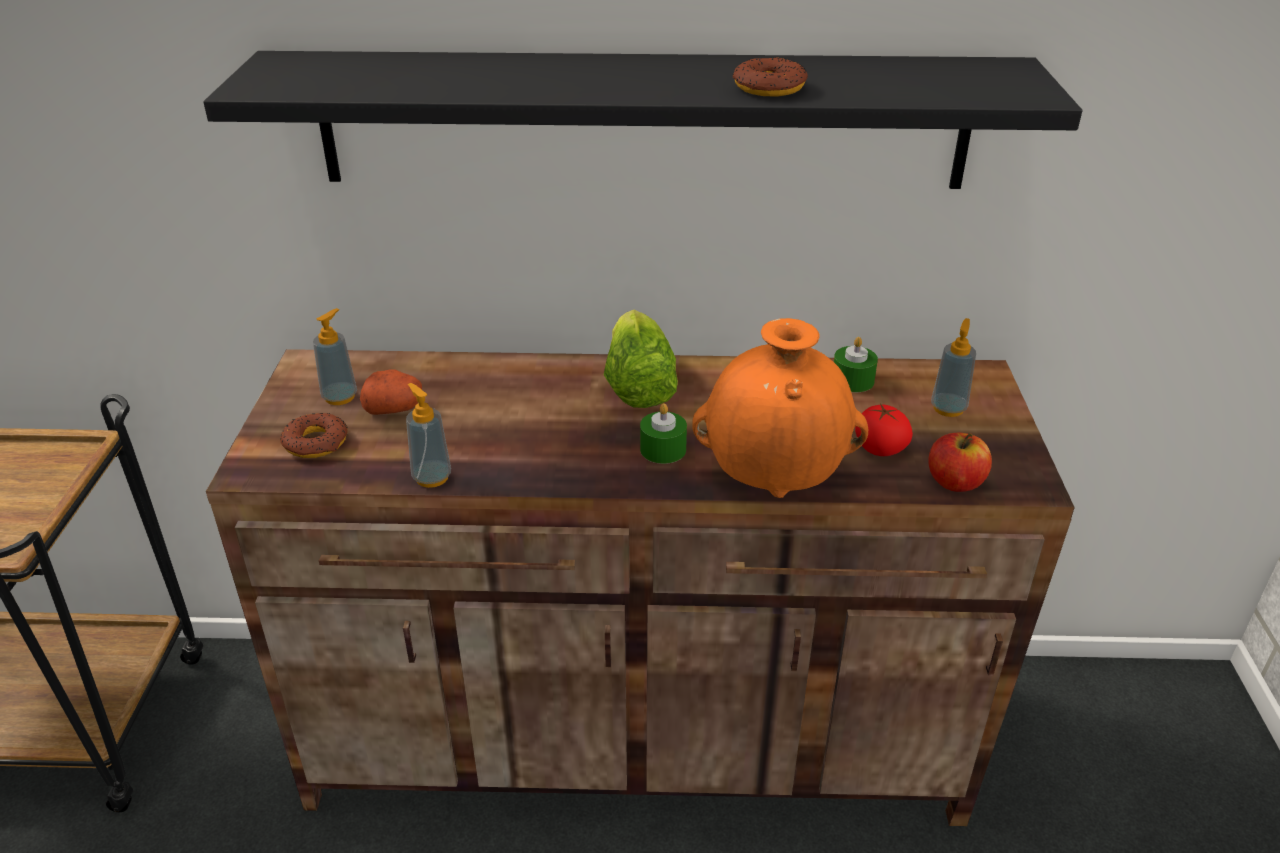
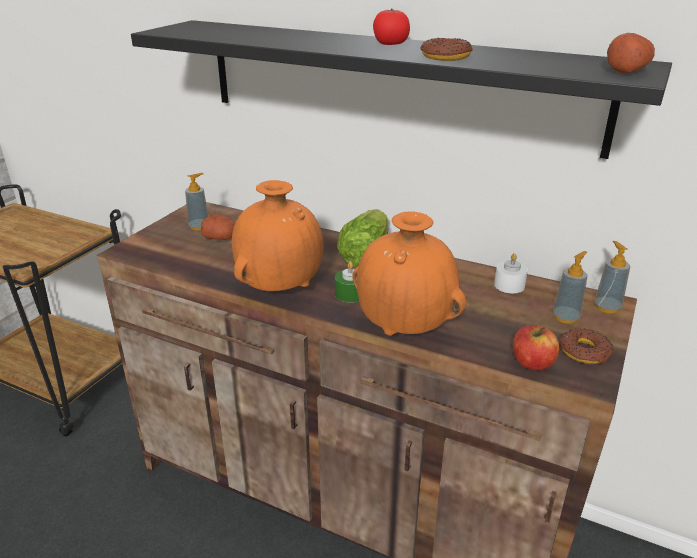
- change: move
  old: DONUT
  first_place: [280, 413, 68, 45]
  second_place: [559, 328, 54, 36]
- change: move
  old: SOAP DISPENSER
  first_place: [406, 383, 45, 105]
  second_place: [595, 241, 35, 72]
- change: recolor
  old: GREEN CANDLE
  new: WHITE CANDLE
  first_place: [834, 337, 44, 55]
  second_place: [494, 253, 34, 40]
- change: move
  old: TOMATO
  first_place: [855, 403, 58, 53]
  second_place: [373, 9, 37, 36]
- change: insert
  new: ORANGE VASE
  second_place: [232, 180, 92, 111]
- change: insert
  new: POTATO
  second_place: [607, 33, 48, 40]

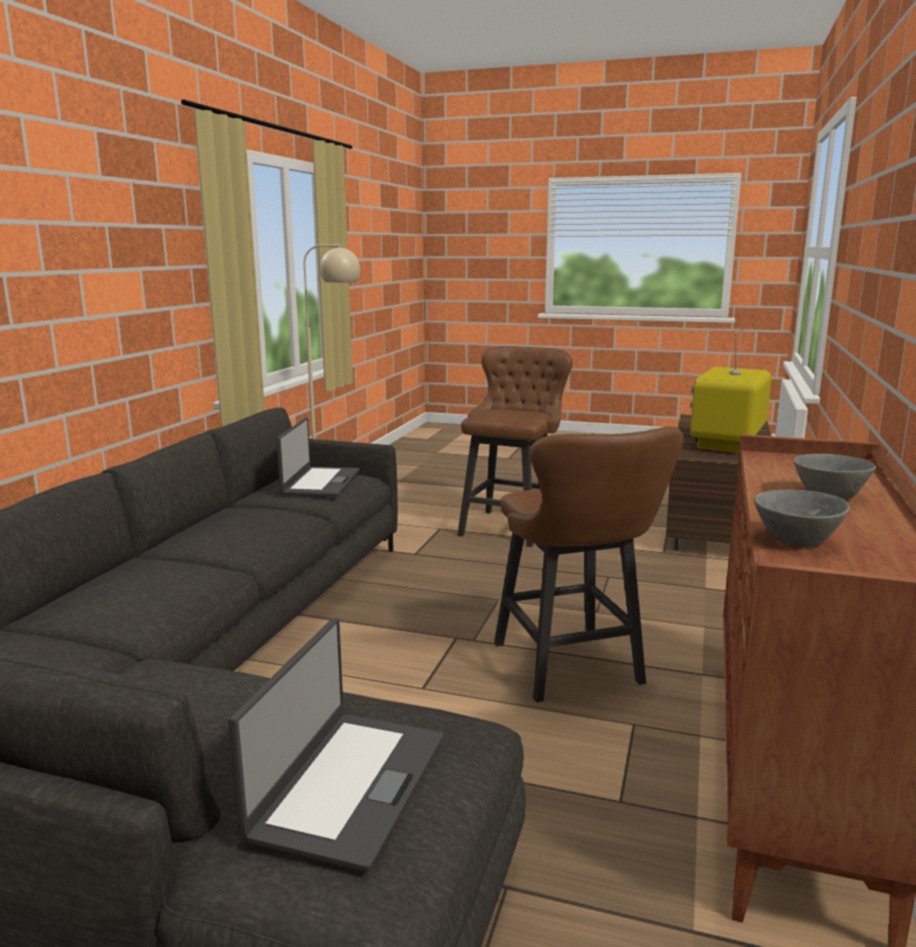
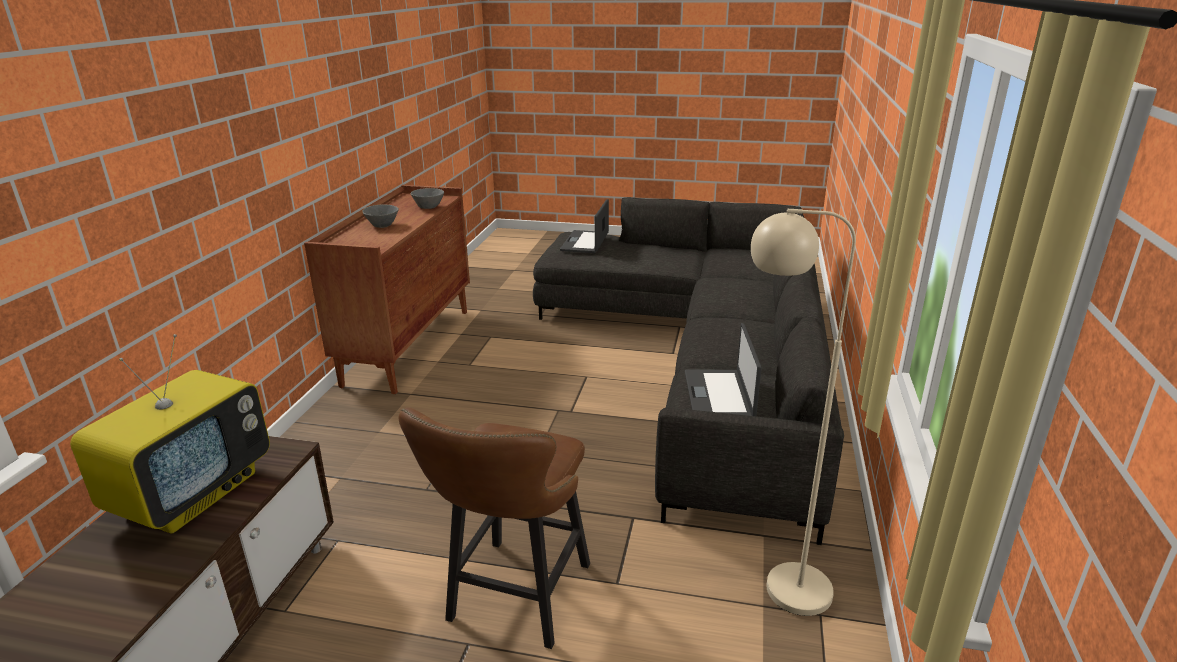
- change: delete
  old: BROWN STOOL
  first_place: [494, 426, 190, 277]

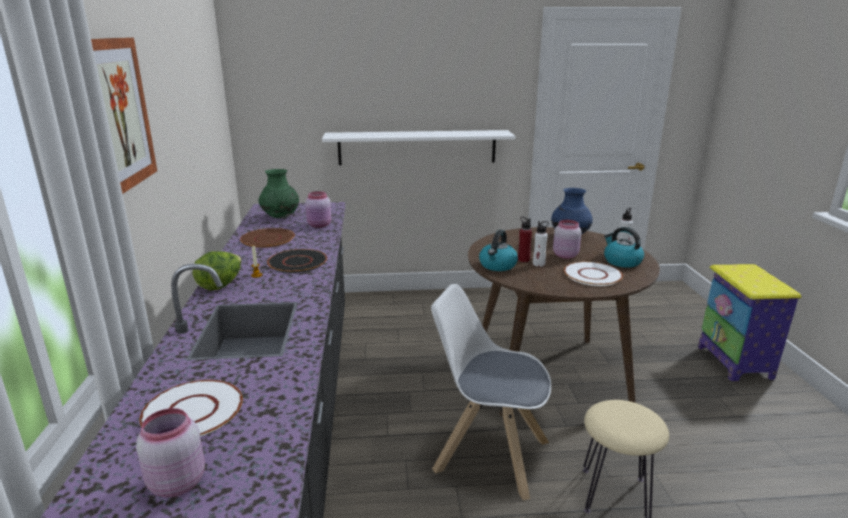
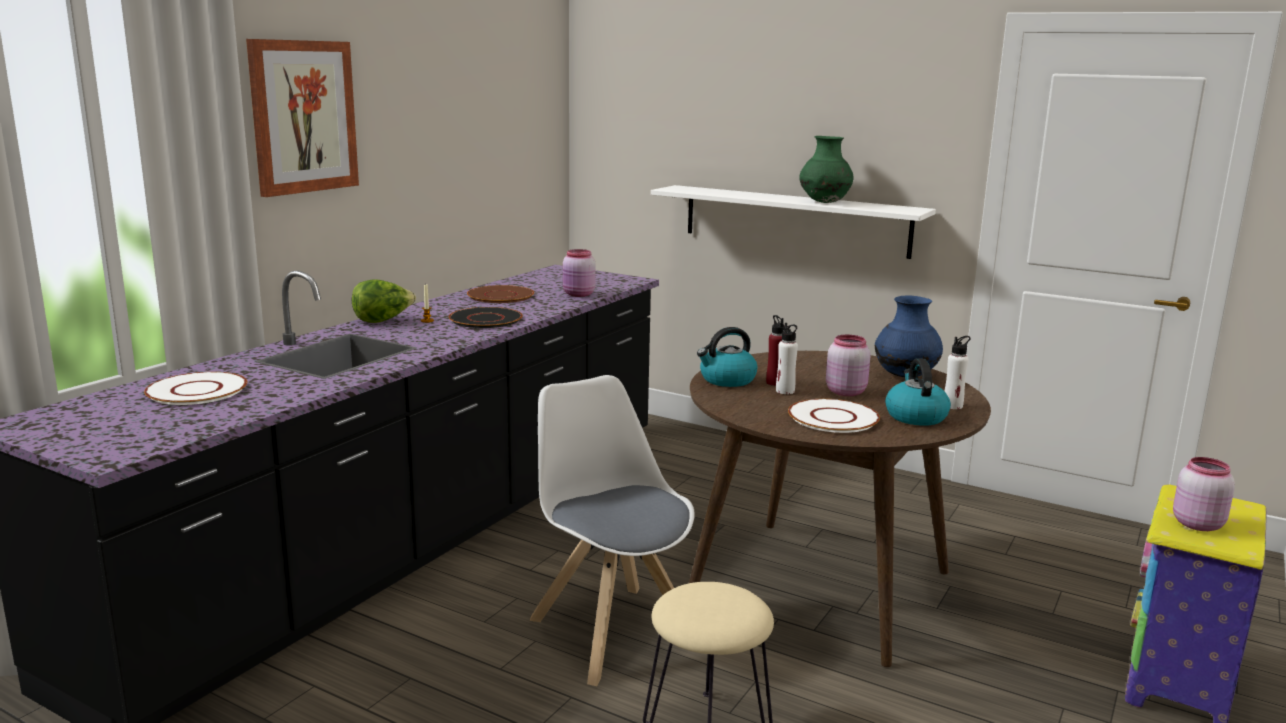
- change: move
  old: PINK JAR
  first_place: [136, 408, 69, 90]
  second_place: [1173, 457, 62, 74]
- change: move
  old: GREEN VASE
  first_place: [259, 169, 40, 49]
  second_place: [799, 136, 54, 67]

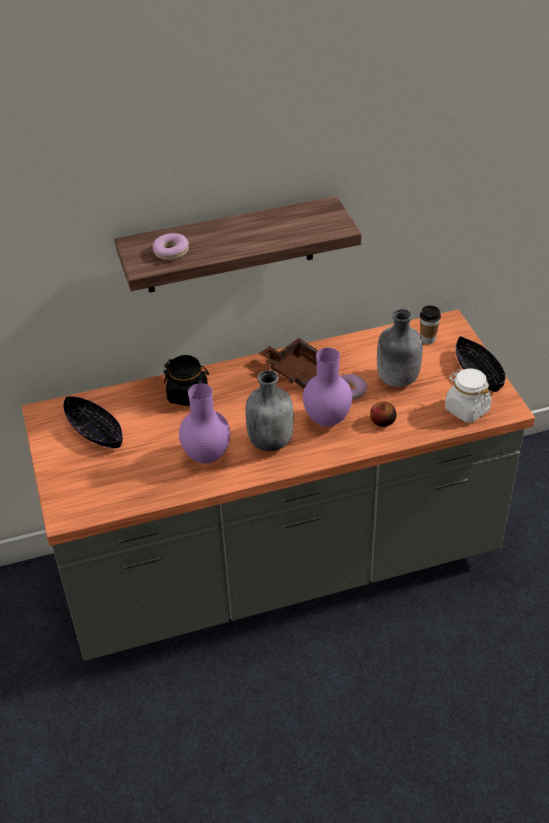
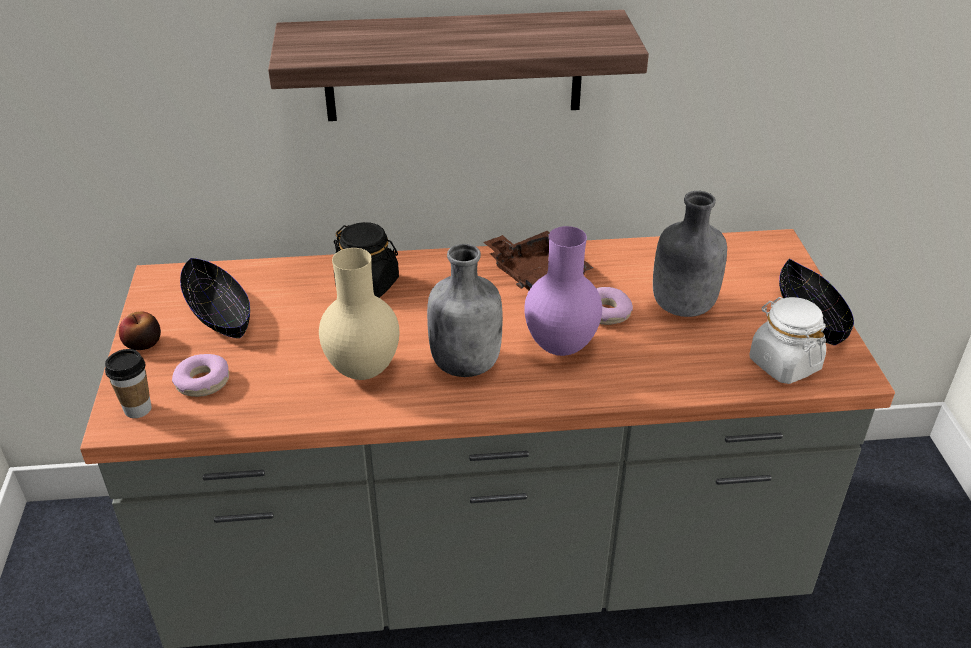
- change: move
  old: DONUT
  first_place: [153, 233, 36, 27]
  second_place: [172, 354, 57, 43]
- change: recolor
  old: PURPLE VASE
  new: BEIGE VASE
  first_place: [179, 384, 51, 80]
  second_place: [319, 248, 80, 132]
- change: move
  old: APPLE
  first_place: [370, 401, 26, 26]
  second_place: [119, 312, 42, 38]
- change: move
  old: CUP
  first_place: [420, 305, 21, 39]
  second_place: [105, 349, 47, 69]

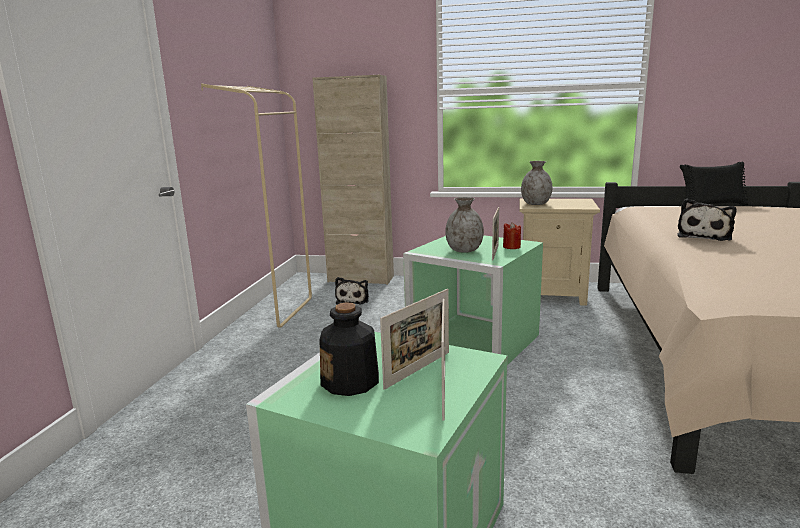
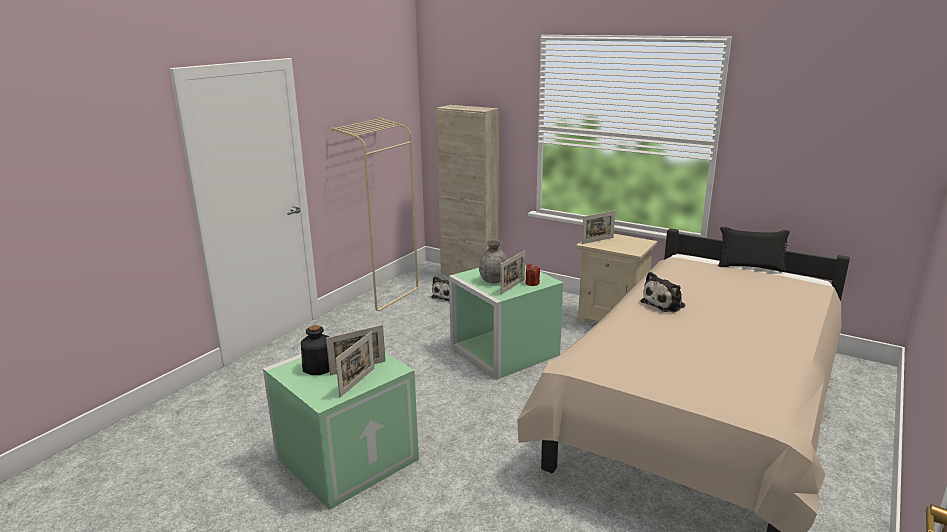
- change: replace
  old: GREY VASE
  new: PICTURE FRAME
  first_place: [521, 161, 31, 44]
  second_place: [582, 211, 33, 33]

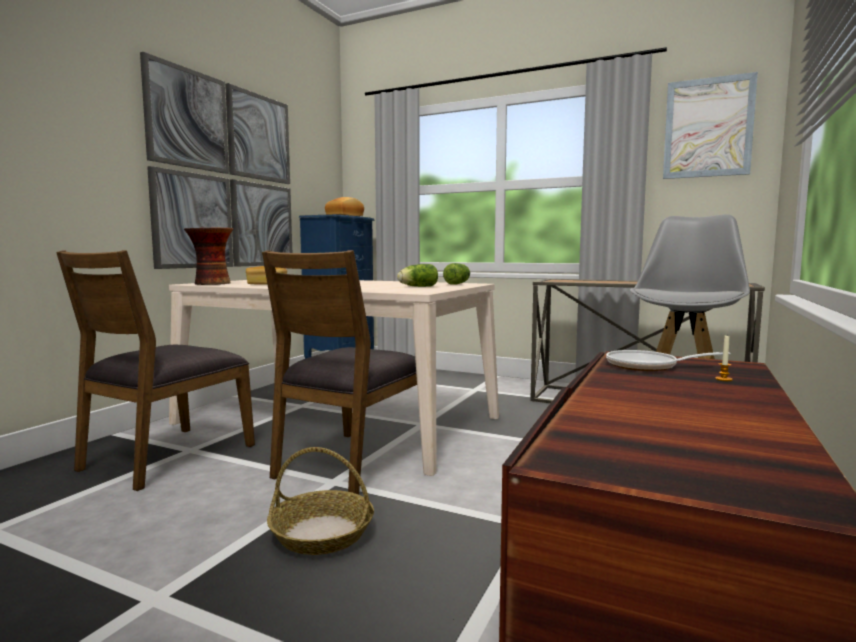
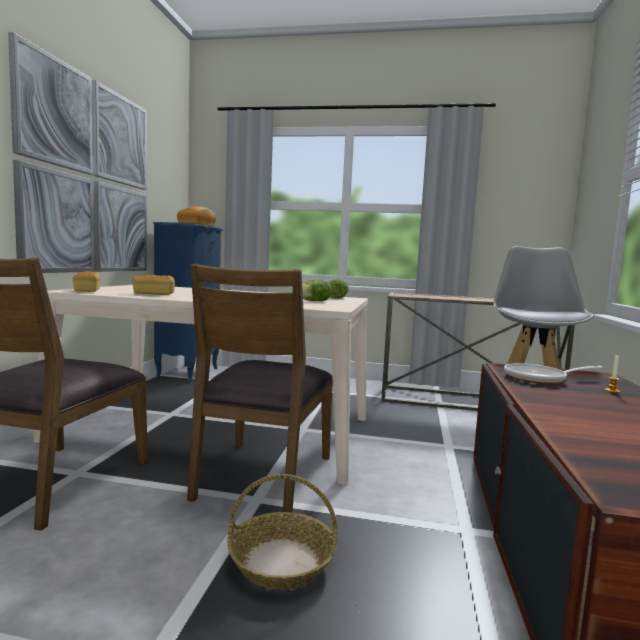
- change: replace
  old: VASE
  new: BREAD
  first_place: [184, 228, 49, 57]
  second_place: [73, 271, 28, 21]
- change: delete
  old: PICTURE
  first_place: [663, 72, 95, 107]

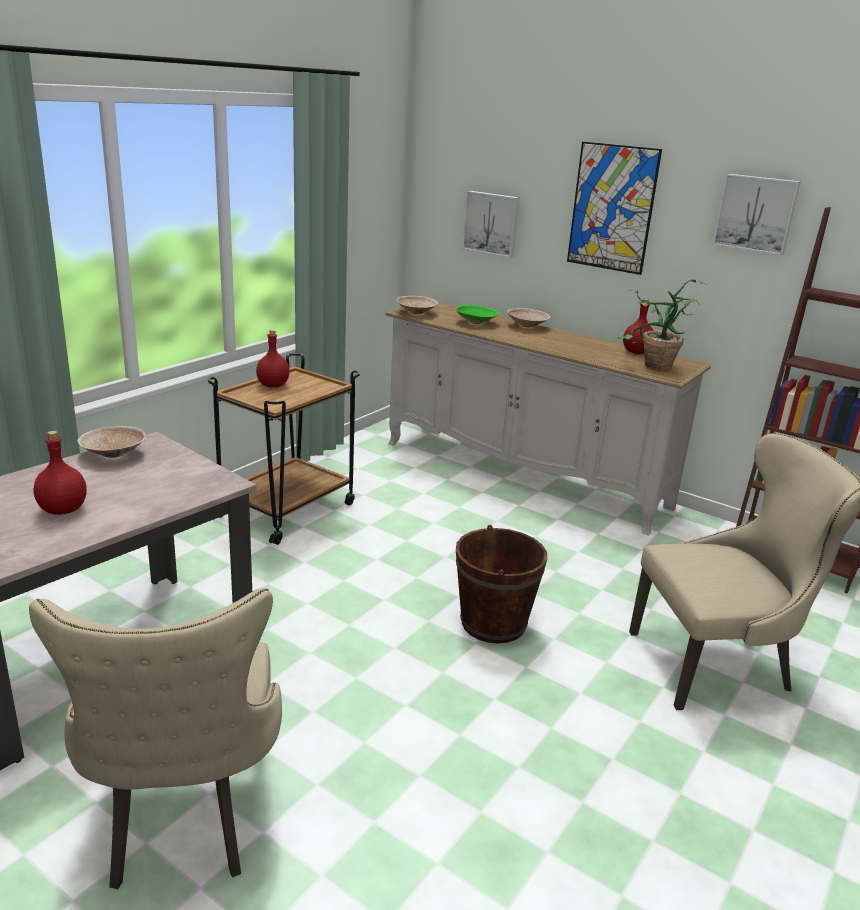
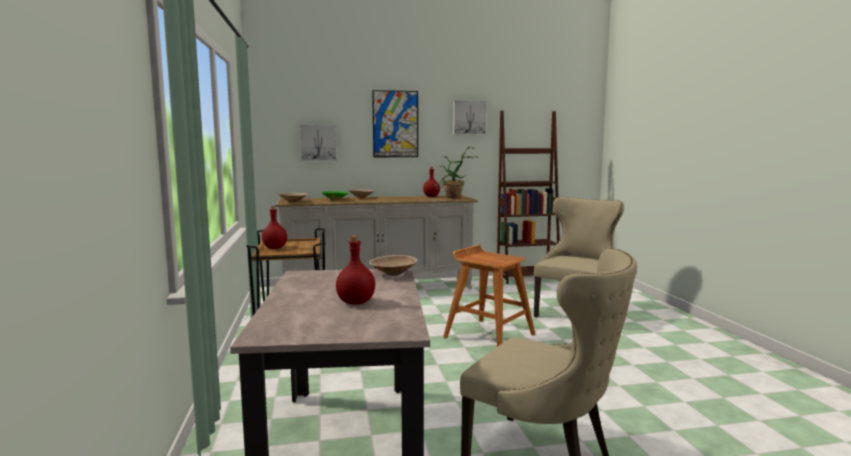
- change: move
  old: BEIGE BOWL
  first_place: [77, 426, 69, 32]
  second_place: [369, 255, 49, 21]
- change: replace
  old: BROWN BUCKET
  new: BROWN STOOL
  first_place: [456, 525, 91, 118]
  second_place: [443, 245, 92, 102]

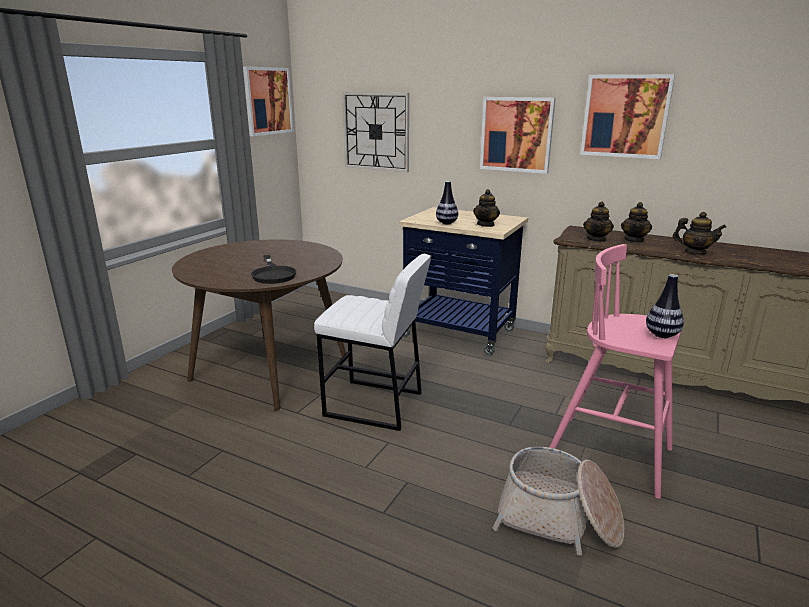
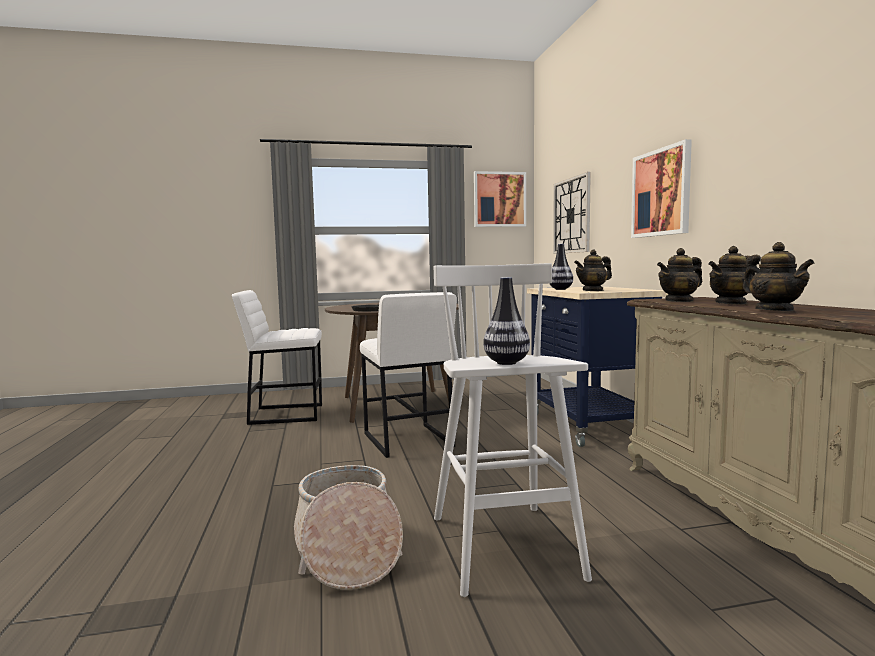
- change: recolor
  old: PINK STOOL
  new: WHITE STOOL
  first_place: [549, 244, 133, 255]
  second_place: [434, 263, 158, 334]
- change: delete
  old: PICTURE
  first_place: [580, 74, 95, 85]
- change: insert
  new: WHITE CHAIR
  second_place: [232, 290, 90, 135]

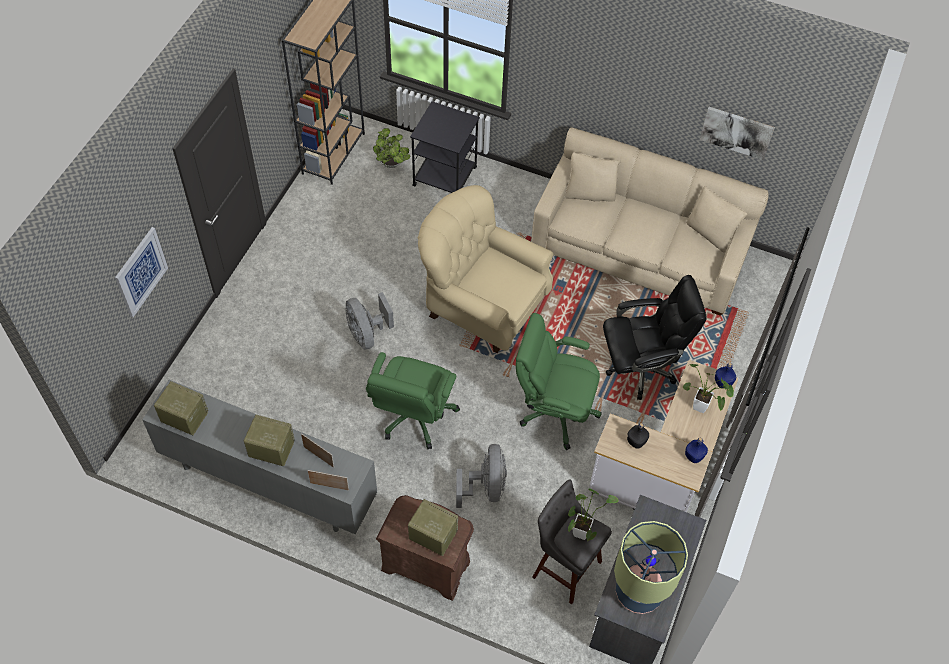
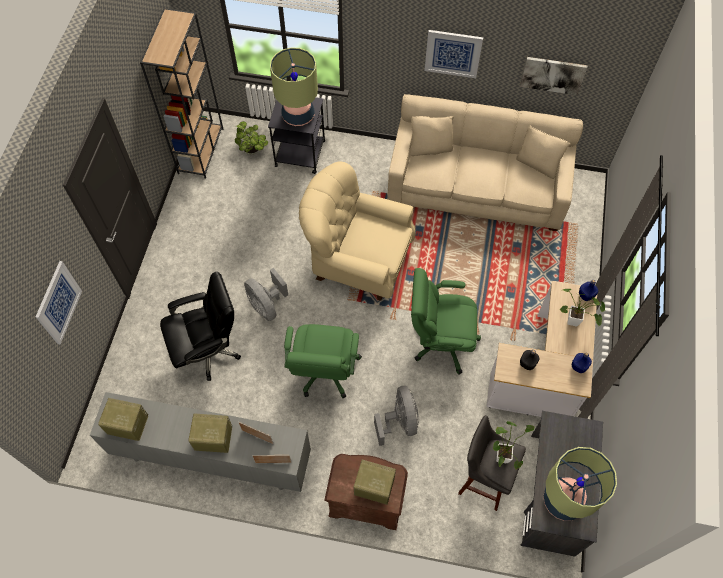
- change: move
  old: BLACK OFFICE CHAIR
  first_place: [603, 275, 104, 125]
  second_place: [160, 272, 81, 109]
- change: insert
  new: TABLE LAMP
  second_place: [270, 47, 48, 79]
- change: insert
  new: PICTURE
  second_place: [424, 30, 59, 48]

